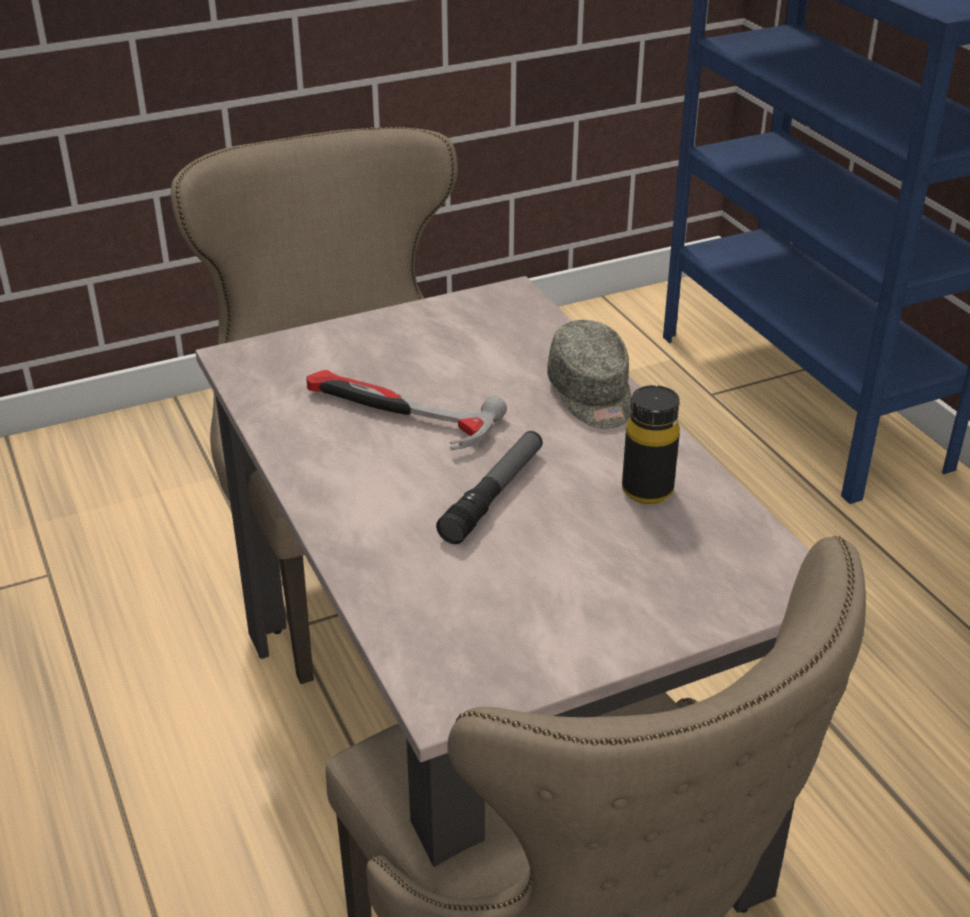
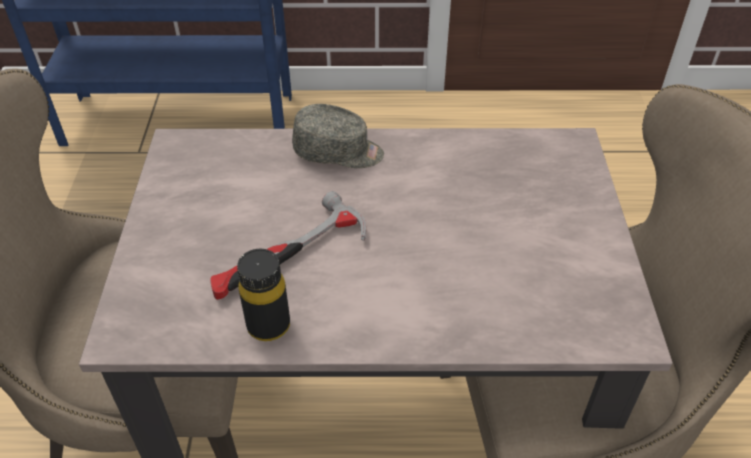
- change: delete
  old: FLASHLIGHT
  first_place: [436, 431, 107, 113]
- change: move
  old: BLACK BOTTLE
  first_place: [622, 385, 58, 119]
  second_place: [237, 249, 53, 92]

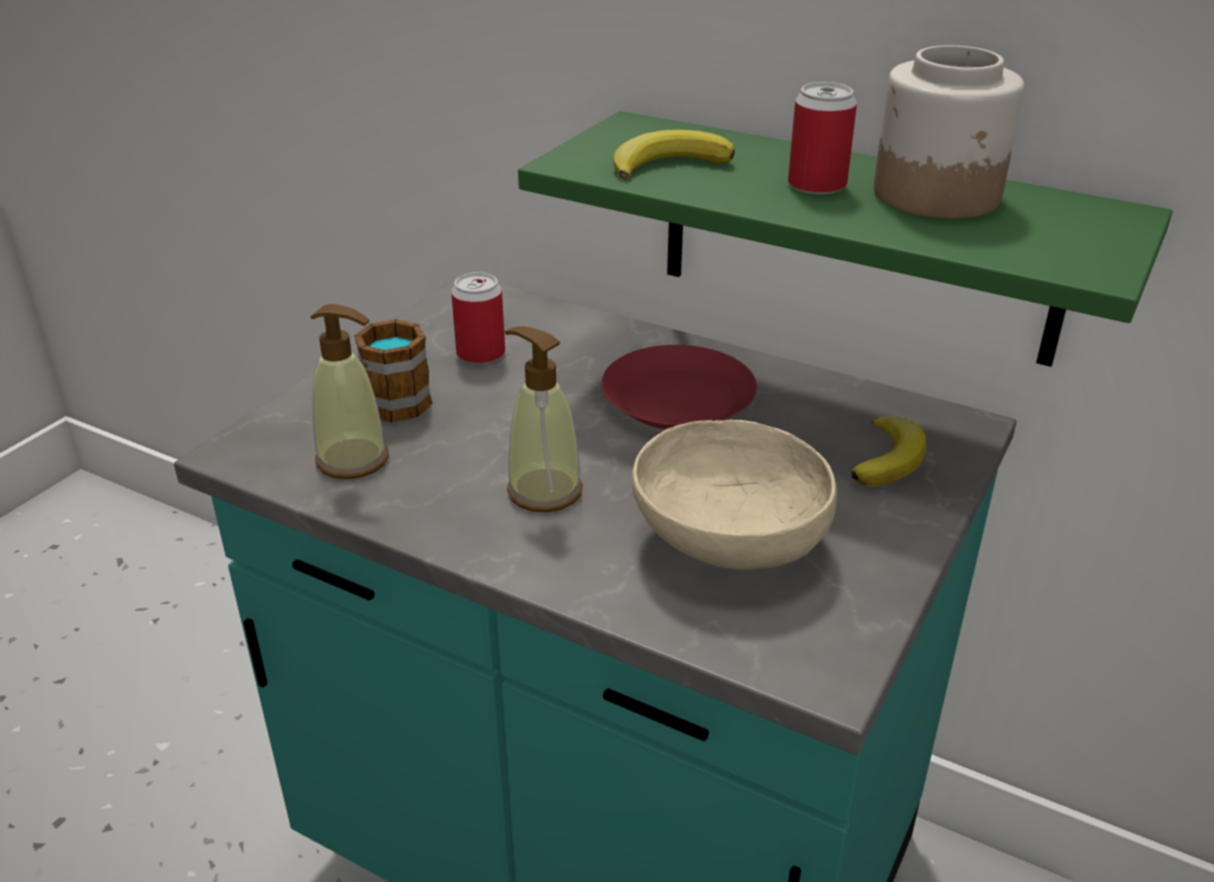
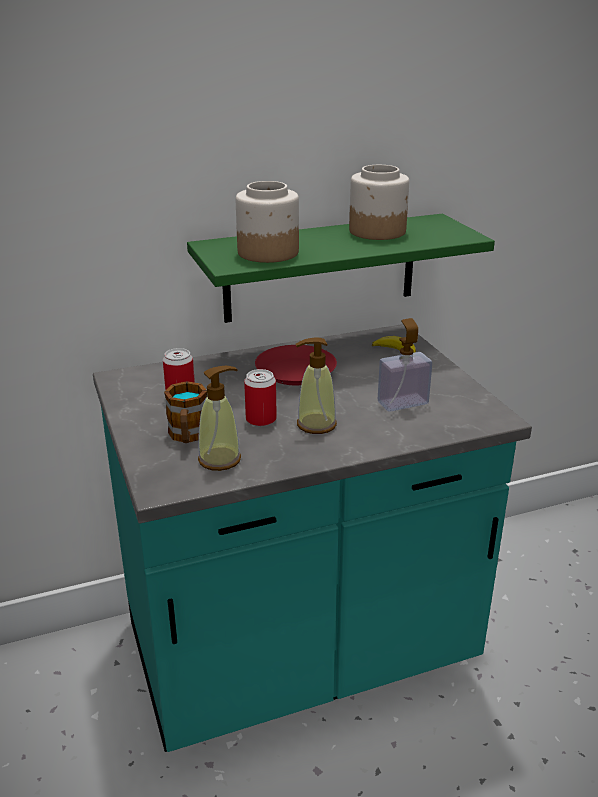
- change: replace
  old: BANANA
  new: JAR
  first_place: [613, 130, 122, 50]
  second_place: [236, 181, 63, 82]
- change: replace
  old: BEIGE BOWL
  new: SOAP DISPENSER
  first_place: [631, 420, 206, 150]
  second_place: [378, 318, 54, 94]
- change: move
  old: CAN
  first_place: [788, 82, 69, 113]
  second_place: [244, 369, 33, 57]

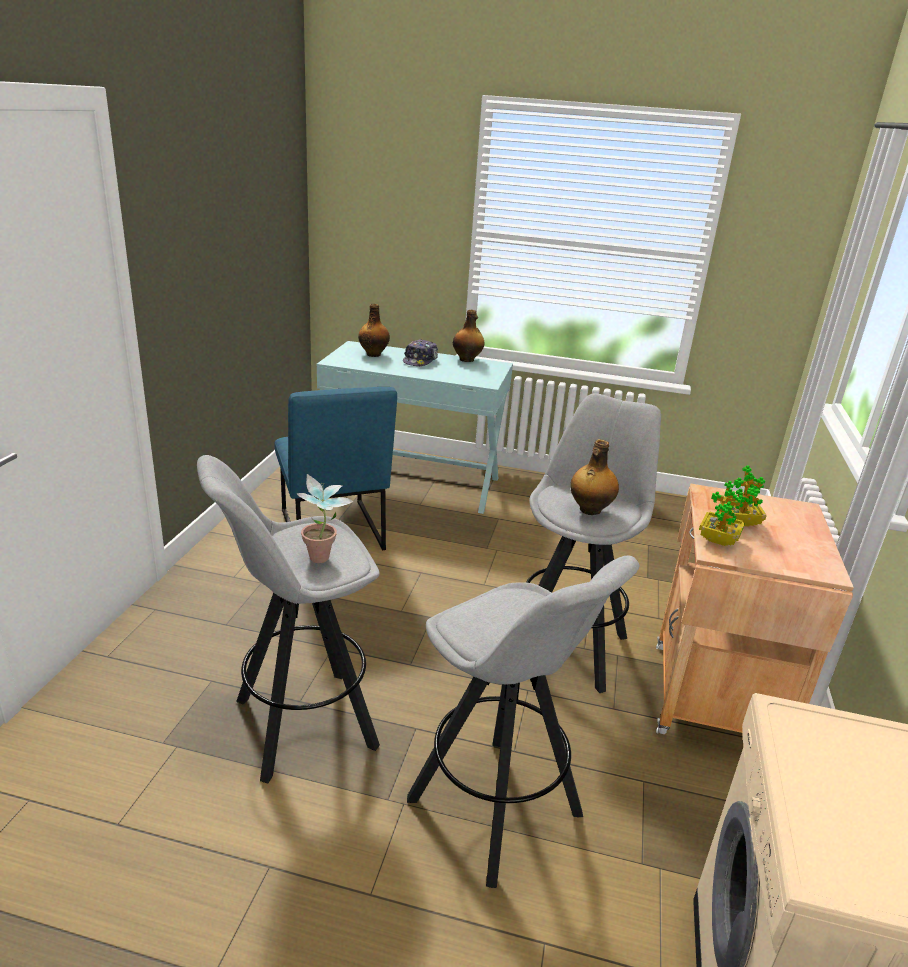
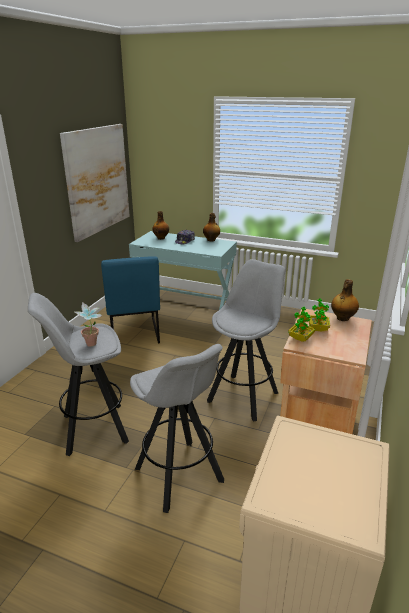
- change: move
  old: BOTTLE
  first_place: [570, 439, 49, 76]
  second_place: [331, 279, 28, 42]
- change: insert
  new: PICTURE
  second_place: [60, 124, 70, 118]

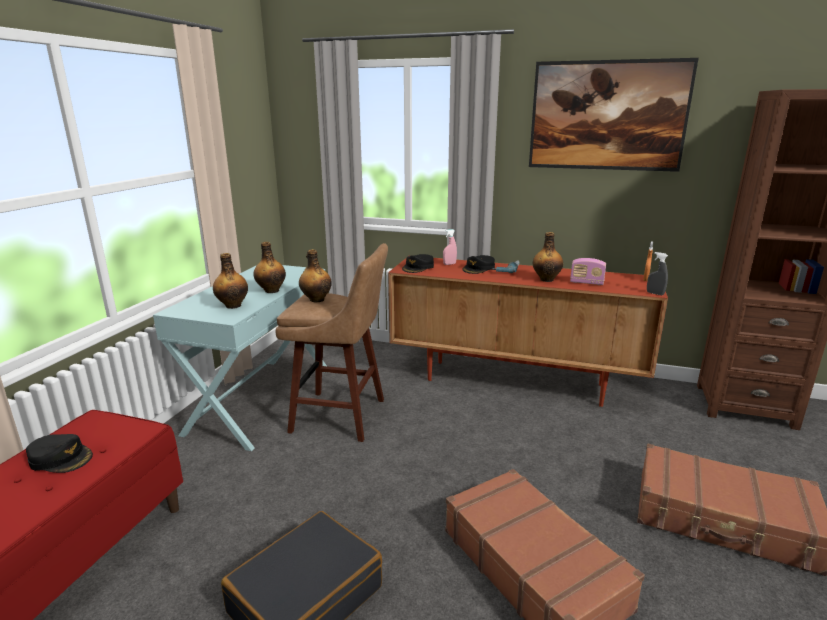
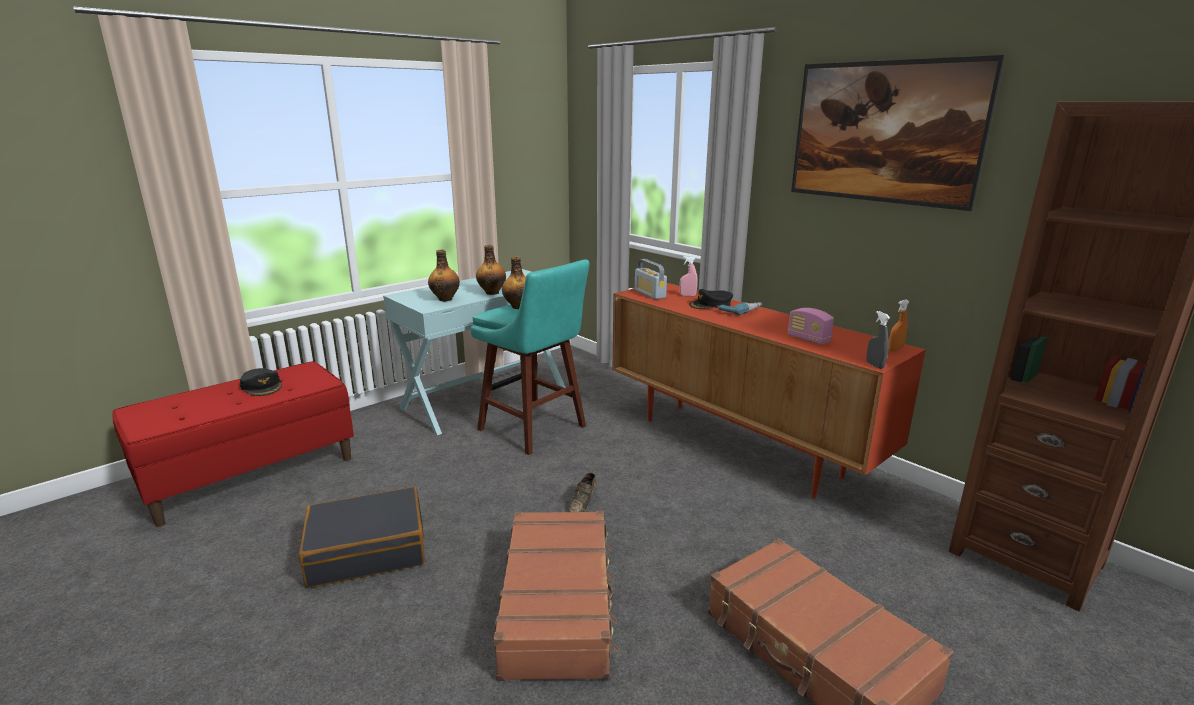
- change: recolor
  old: BROWN STOOL
  new: TURQUOISE STOOL
  first_place: [276, 243, 112, 199]
  second_place: [471, 259, 118, 196]
- change: replace
  old: BLACK CAP
  new: RADIO
  first_place: [402, 254, 32, 19]
  second_place: [635, 259, 32, 40]
- change: delete
  old: BOTTLE
  first_place: [533, 232, 30, 50]
- change: insert
  new: BROWN SHOE
  second_place: [568, 473, 28, 39]

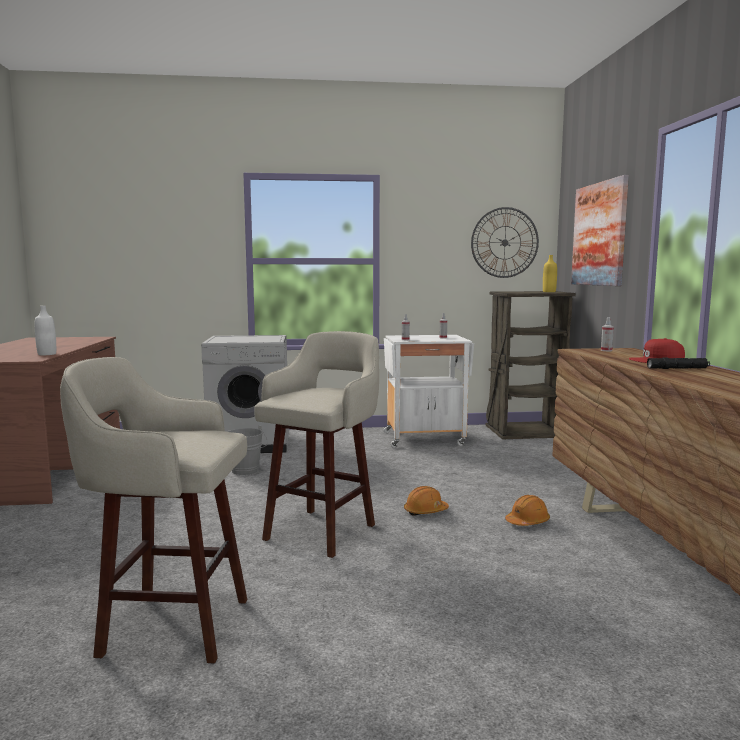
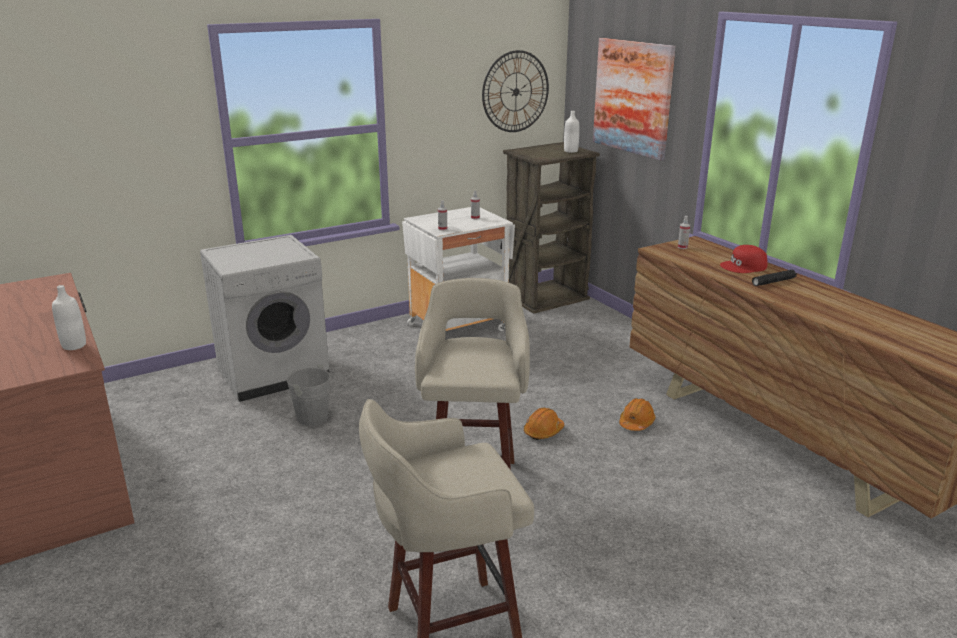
- change: recolor
  old: YELLOW BOTTLE
  new: WHITE BOTTLE
  first_place: [543, 255, 14, 37]
  second_place: [564, 111, 15, 42]

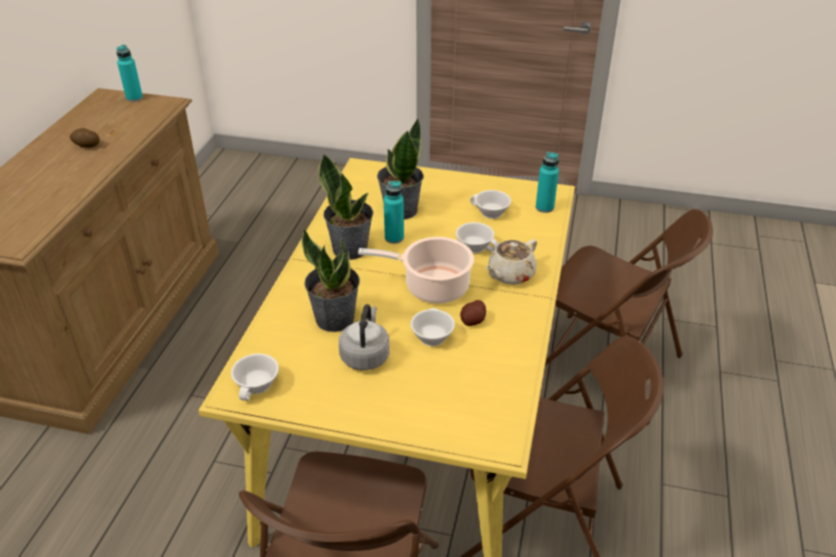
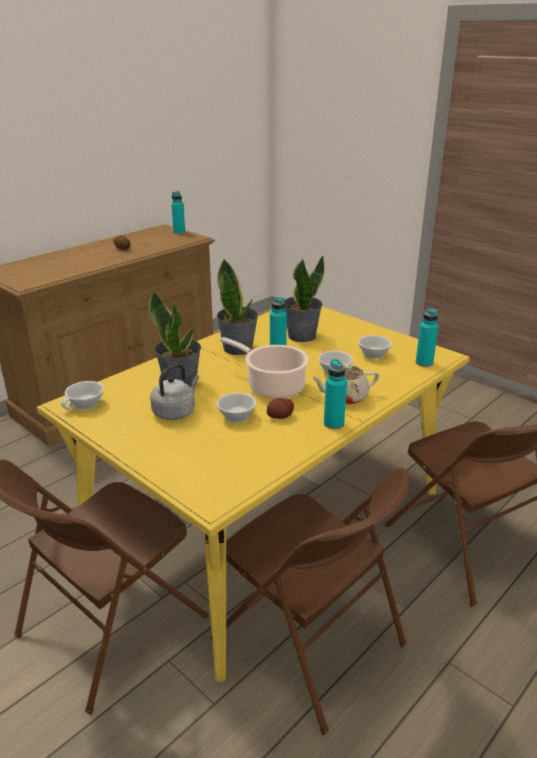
- change: insert
  new: TURQUOISE BOTTLE
  second_place: [324, 359, 23, 70]

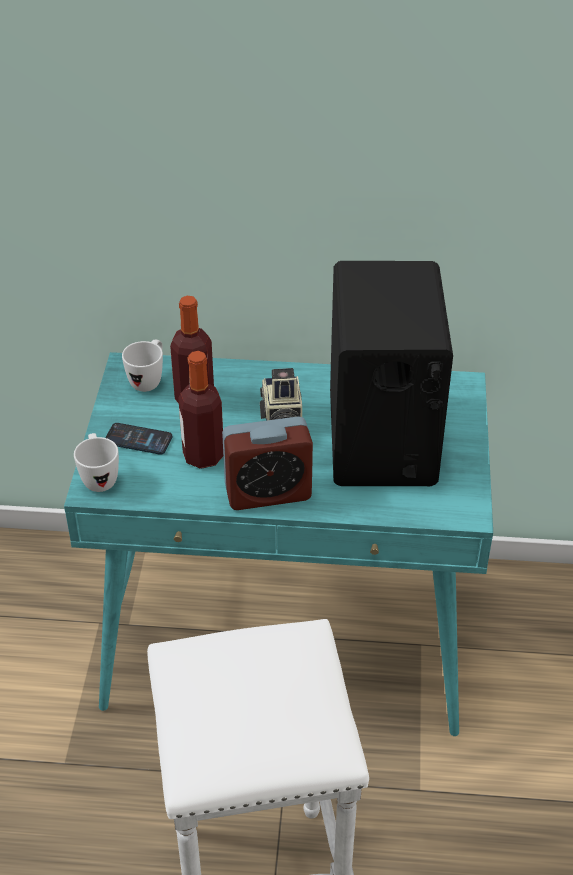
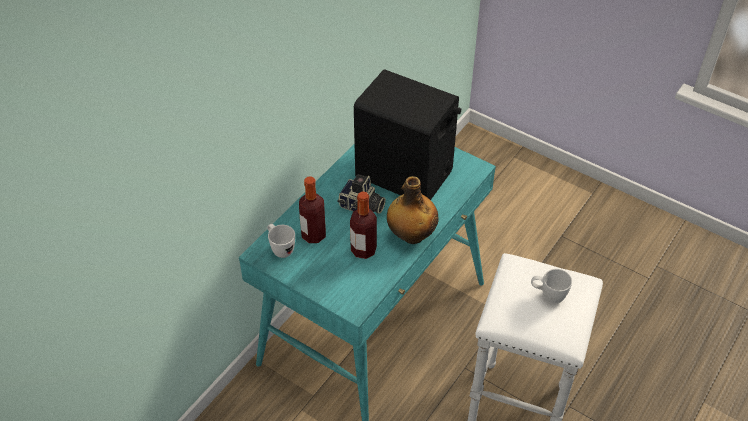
- change: move
  old: WHITE MUG
  first_place: [74, 433, 45, 59]
  second_place: [531, 269, 41, 34]
- change: delete
  old: PHONE
  first_place: [105, 423, 67, 32]
- change: replace
  old: ALARM CLOCK
  new: BOTTLE
  first_place: [222, 416, 91, 94]
  second_place: [387, 176, 52, 68]

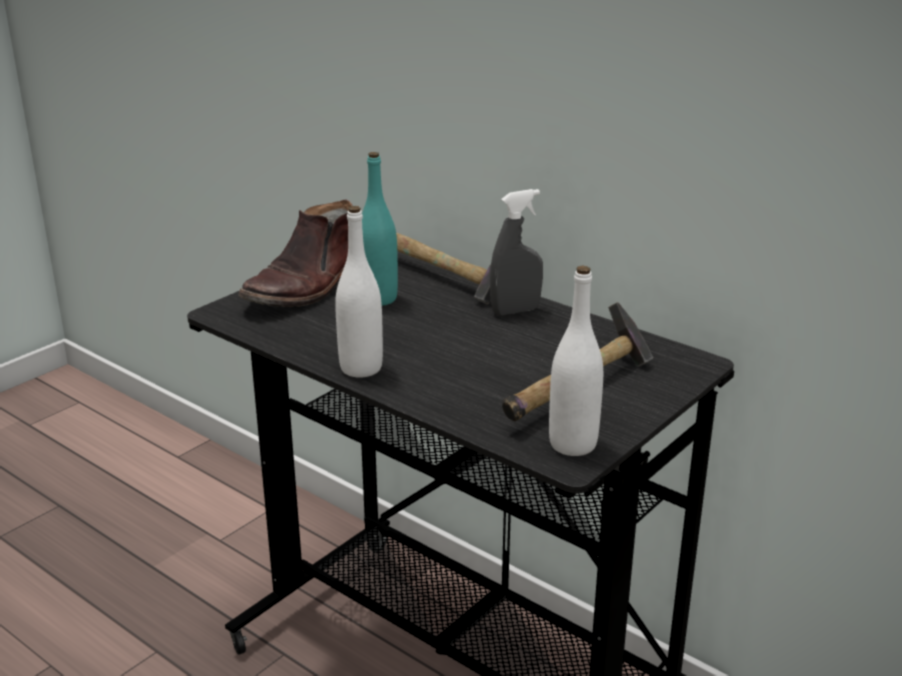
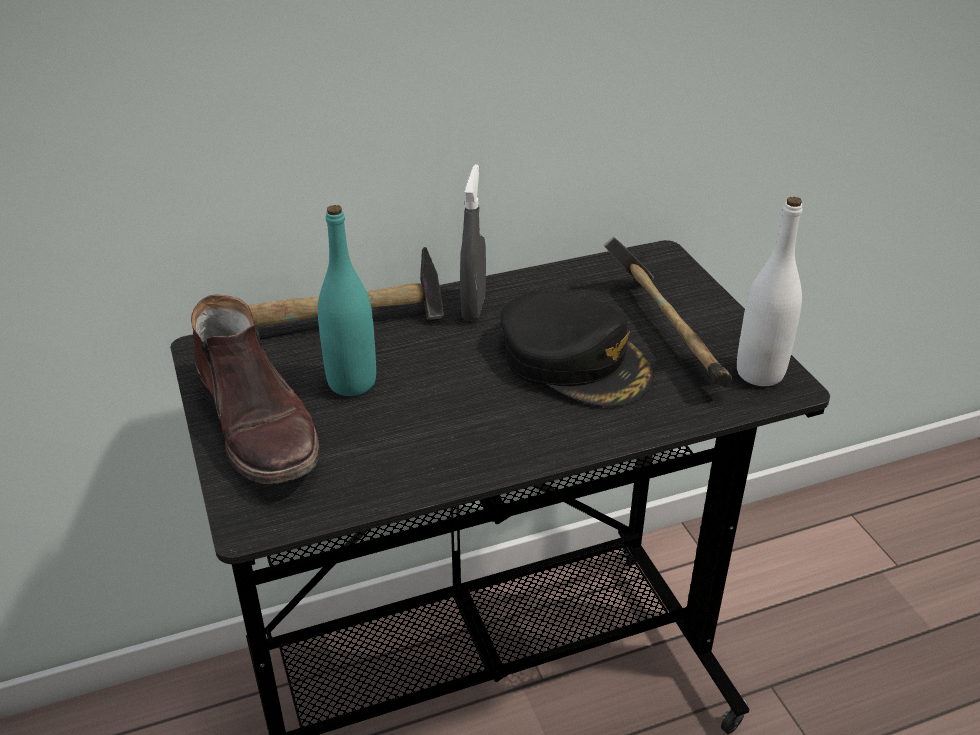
- change: delete
  old: WHITE BOTTLE
  first_place: [335, 206, 48, 171]
- change: insert
  new: BLACK CAP
  second_place: [500, 291, 154, 116]

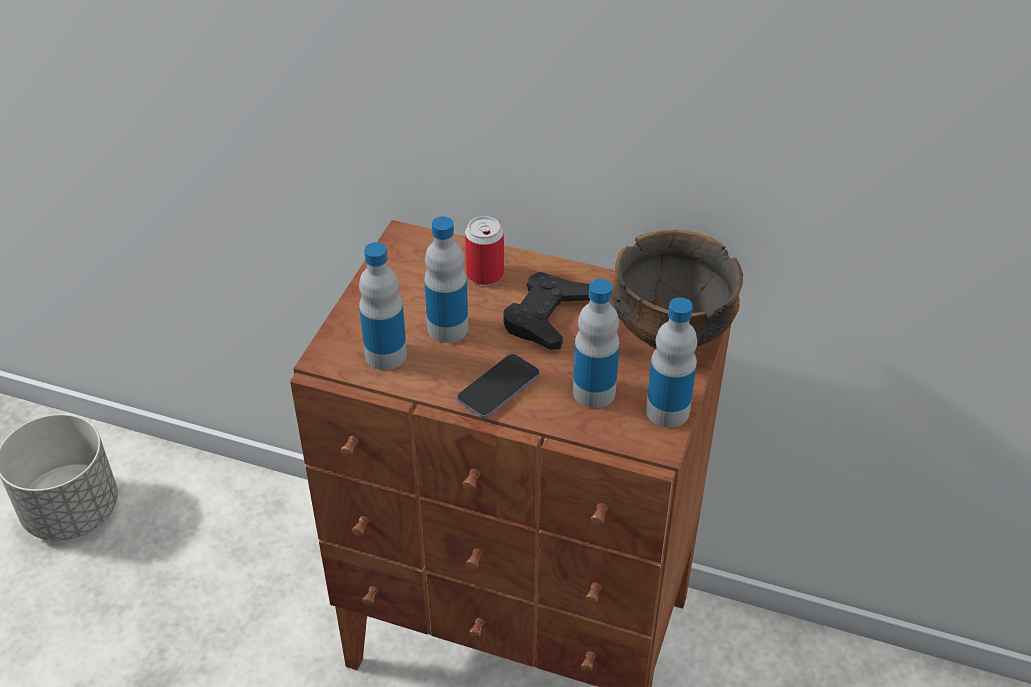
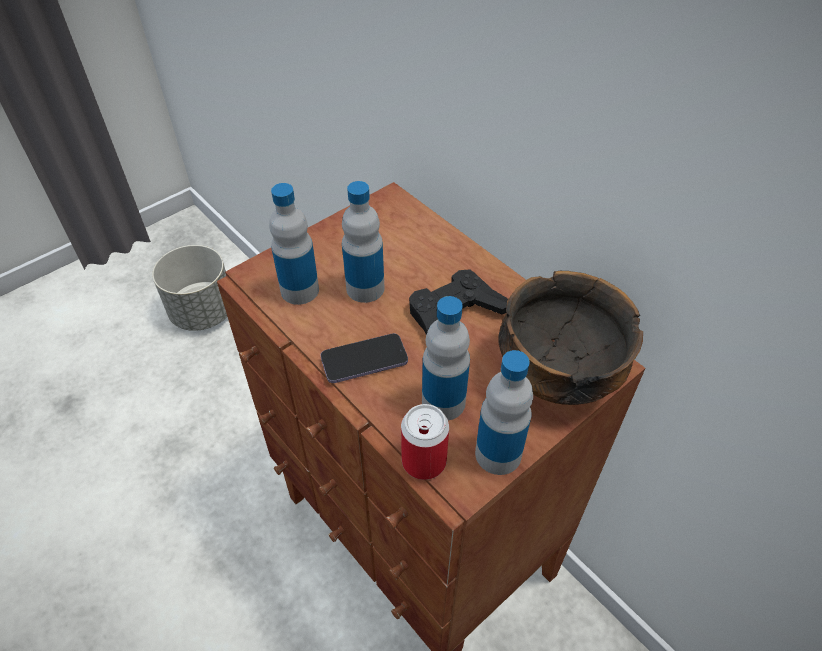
- change: move
  old: CAN
  first_place: [465, 216, 39, 69]
  second_place: [401, 404, 48, 76]

